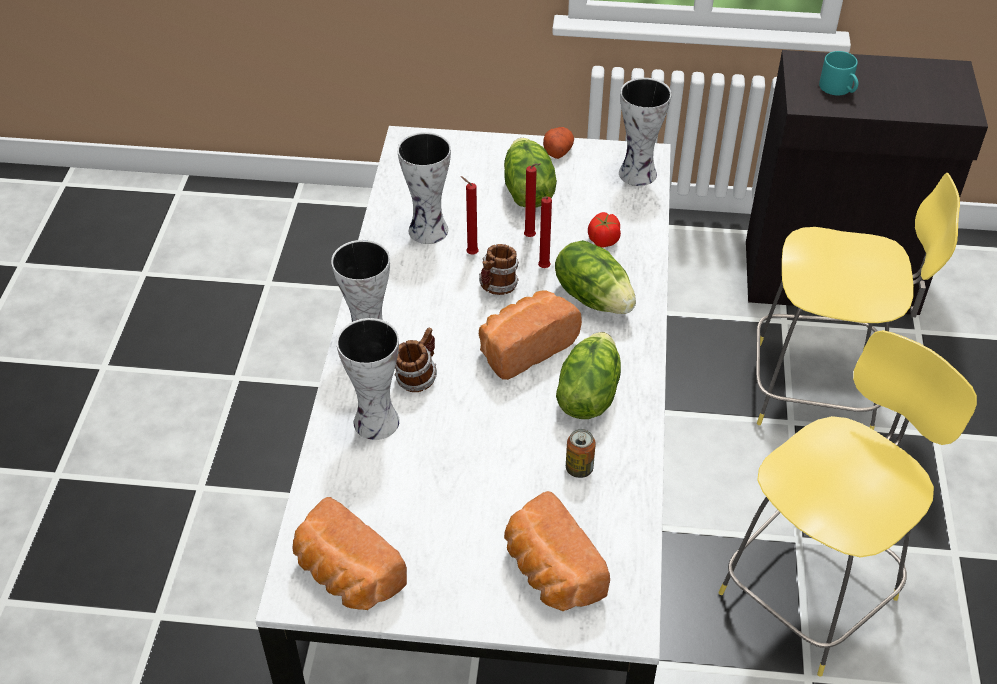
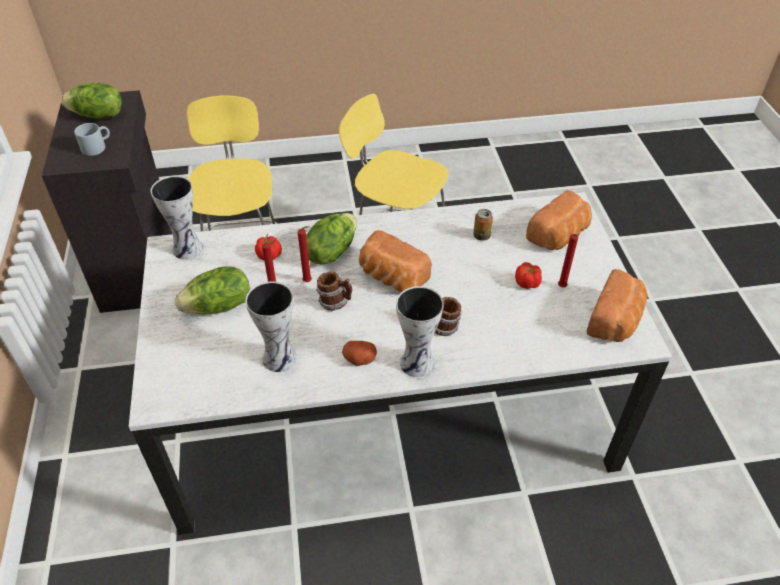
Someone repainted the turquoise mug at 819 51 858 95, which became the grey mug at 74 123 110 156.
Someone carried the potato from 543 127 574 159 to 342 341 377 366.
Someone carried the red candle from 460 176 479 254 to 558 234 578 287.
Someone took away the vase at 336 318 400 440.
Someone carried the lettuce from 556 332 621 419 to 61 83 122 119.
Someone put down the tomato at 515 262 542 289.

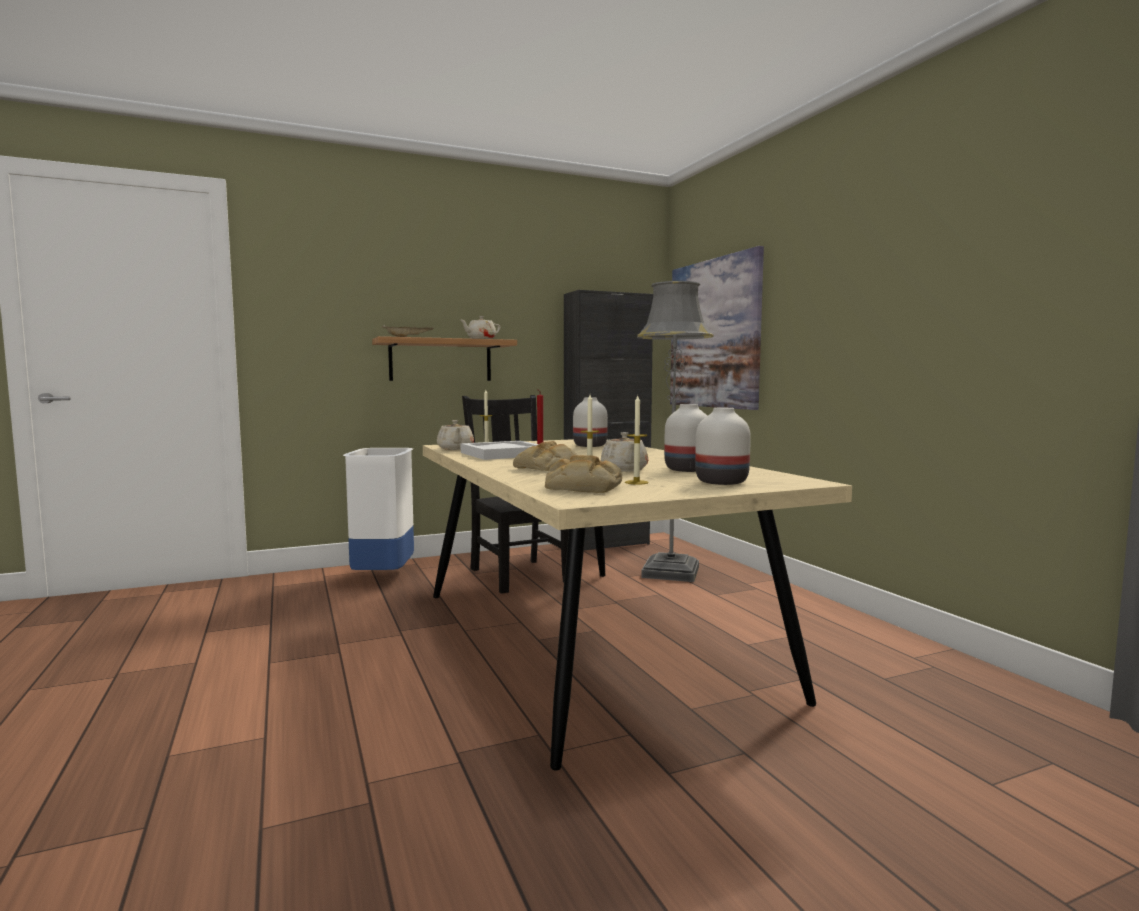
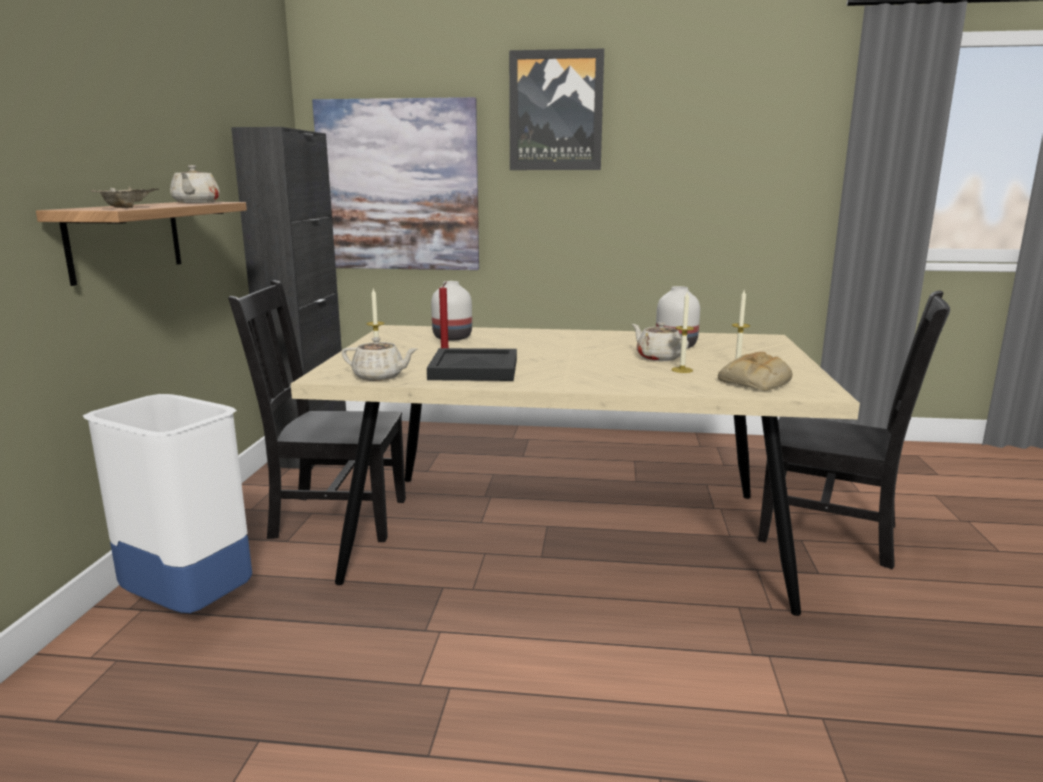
Someone took away the grey floor lamp at 637 281 713 582.
Someone took away the white vase at 695 408 751 485.
Someone rotated the beige teapot at 601 432 648 472 by 150 degrees counterclockwise.
Someone repainted the white tray at 461 441 538 460, which became the black tray at 427 348 517 381.
Someone took away the bread at 513 441 577 471.
Someone put up the picture at 509 49 604 170.
Someone put down the black chair at 758 291 950 569.

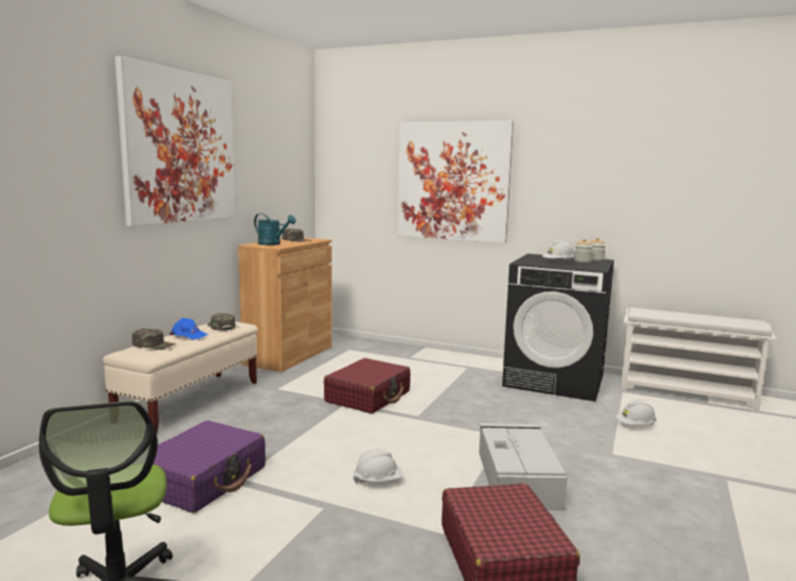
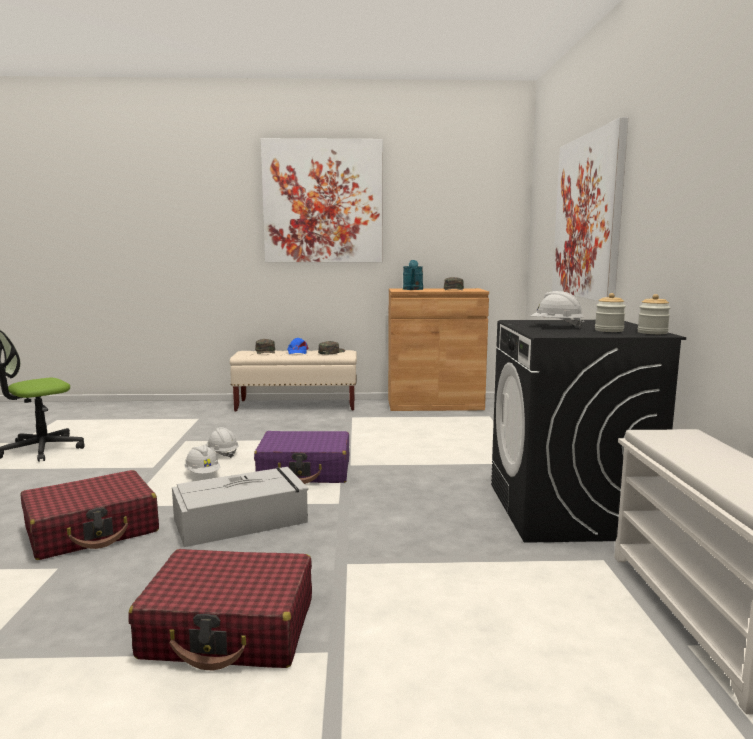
Someone carried the red suitcase from 324 358 410 414 to 128 549 312 670.
Someone carried the white hard hat from 616 400 657 425 to 206 427 239 458.
Someone carried the purple suitcase from 153 421 265 513 to 254 431 349 484.

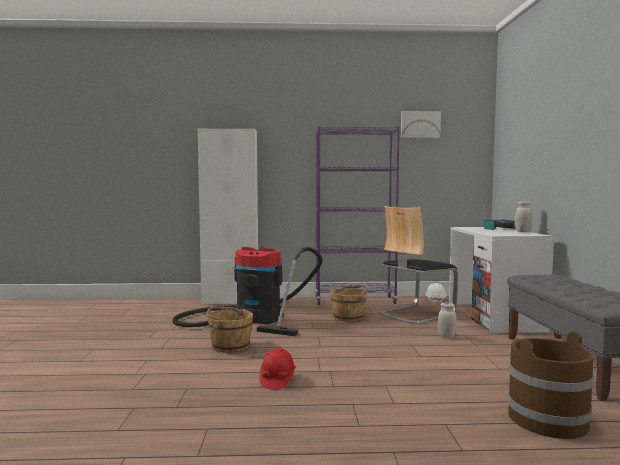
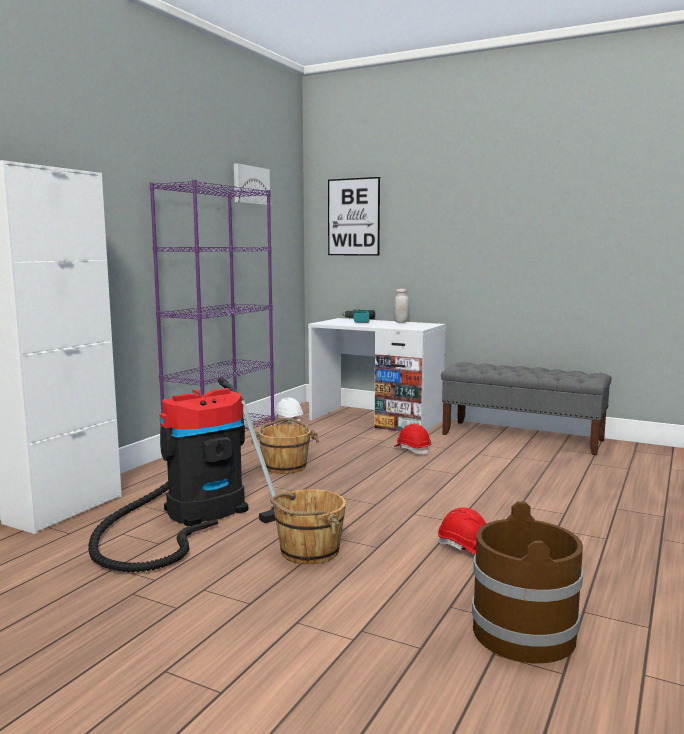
Someone took away the chair at 378 206 458 325.
Someone swapped the white jar at 438 303 457 338 for the red hard hat at 394 424 431 455.
Someone carried the brown bucket from 507 331 594 439 to 472 502 583 664.
Someone put up the picture at 328 177 380 256.

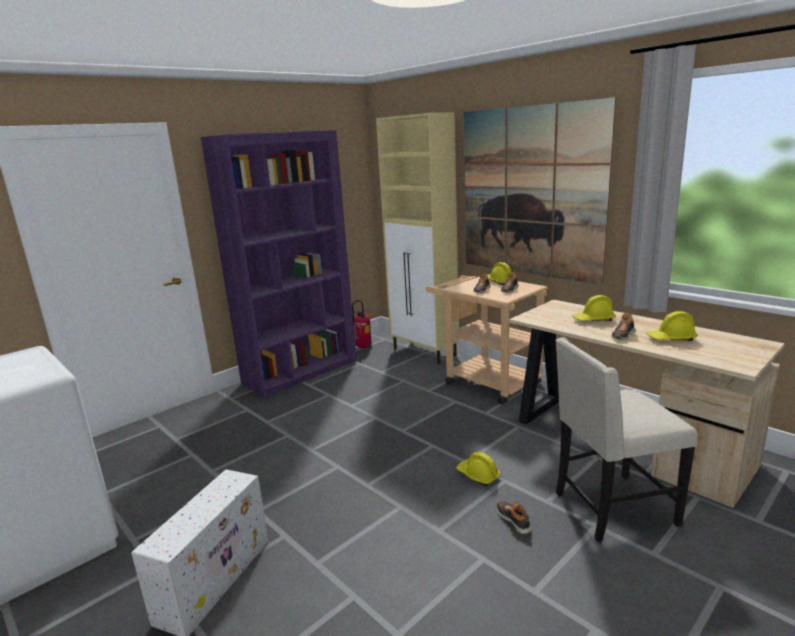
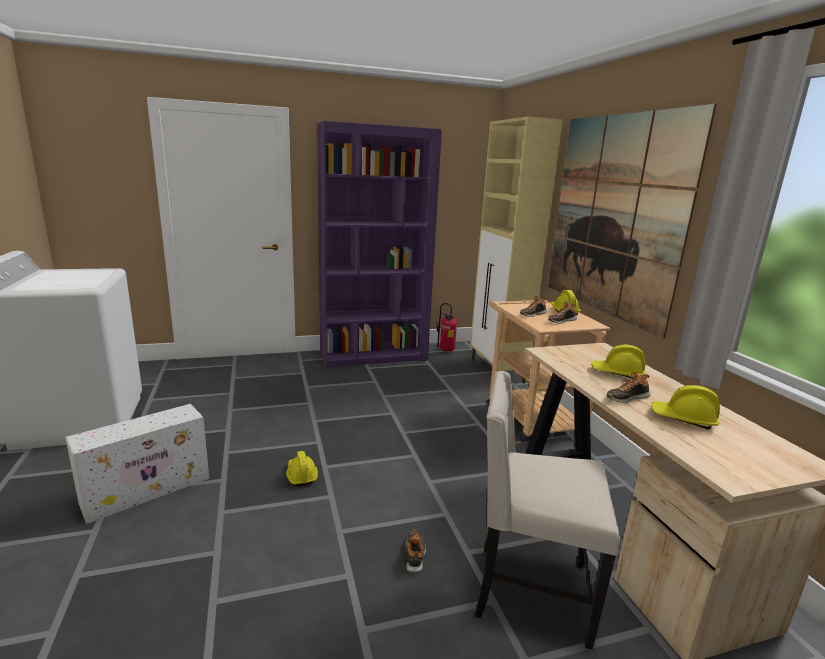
Someone carried the yellow hard hat from 456 452 500 486 to 286 451 318 486.

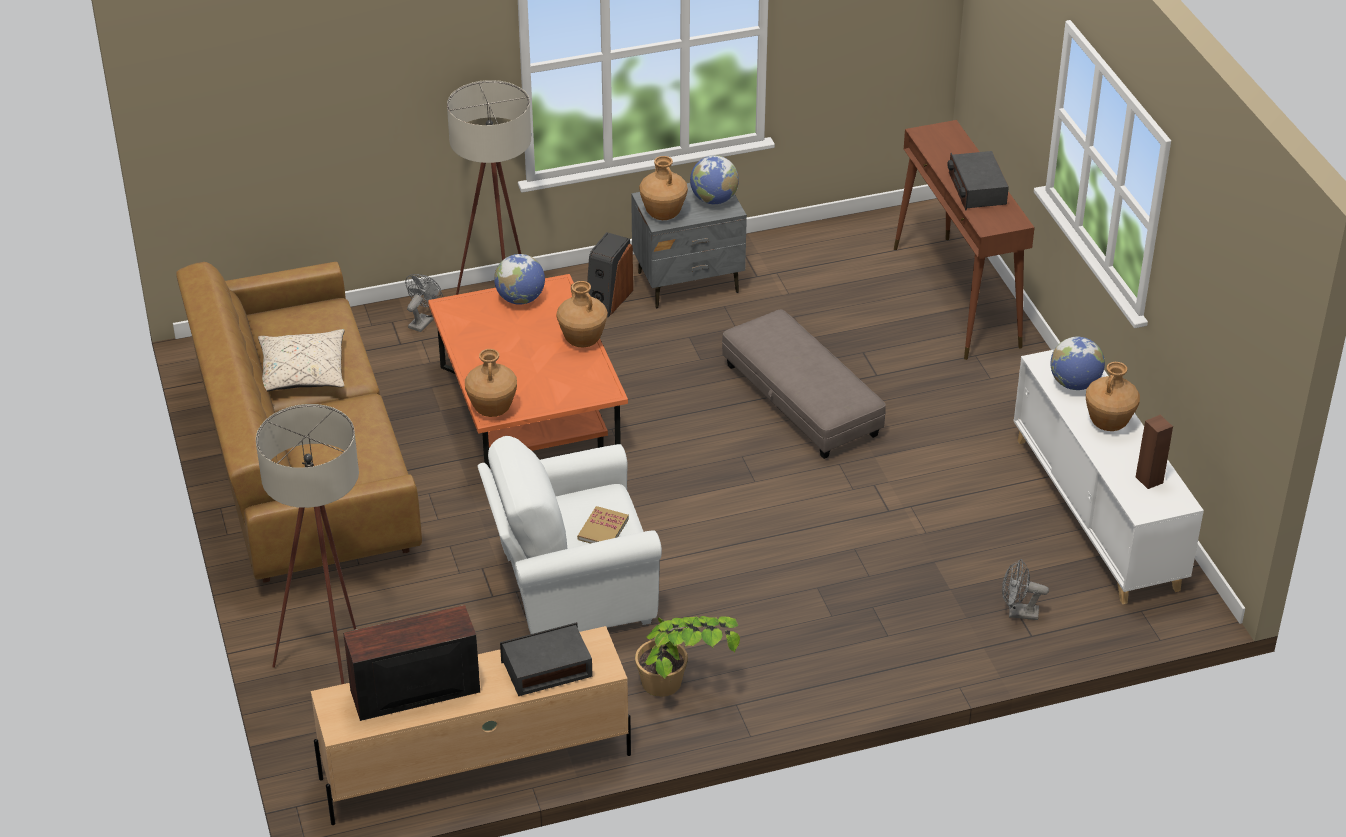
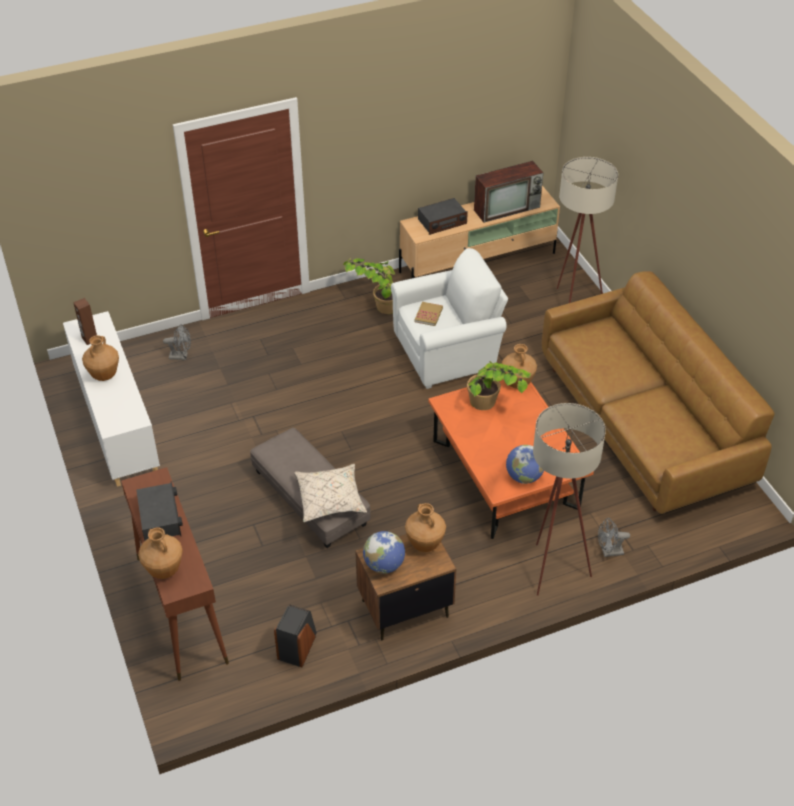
Someone repainted the grey nightstand at 631 183 747 308, which became the brown nightstand at 355 534 456 640.
Someone carried the speaker from 587 232 633 317 to 274 605 317 667.
Someone rotated the grey fan at 405 274 443 332 by 60 degrees clockwise.
Someone carried the brown vase from 556 281 608 348 to 138 527 183 579.
Someone carried the beige pillow from 258 329 345 392 to 294 464 367 522.
Someone took away the globe at 1051 337 1105 390.
Someone put down the potted plant at 467 361 531 410.

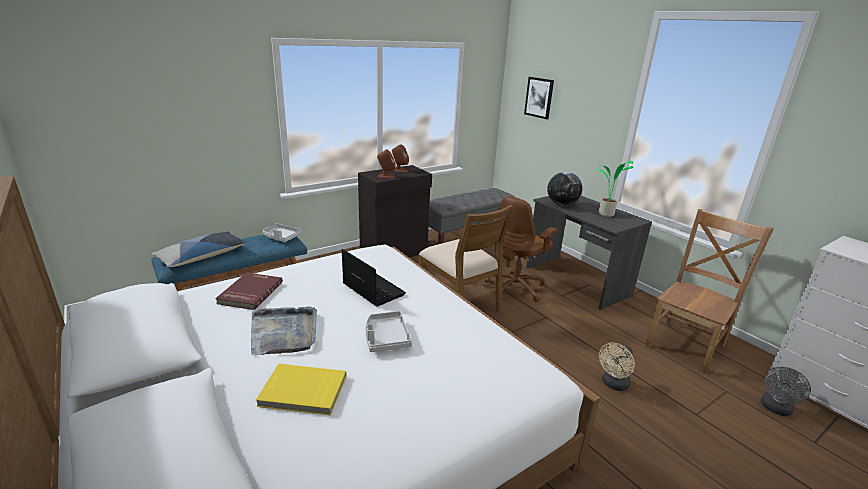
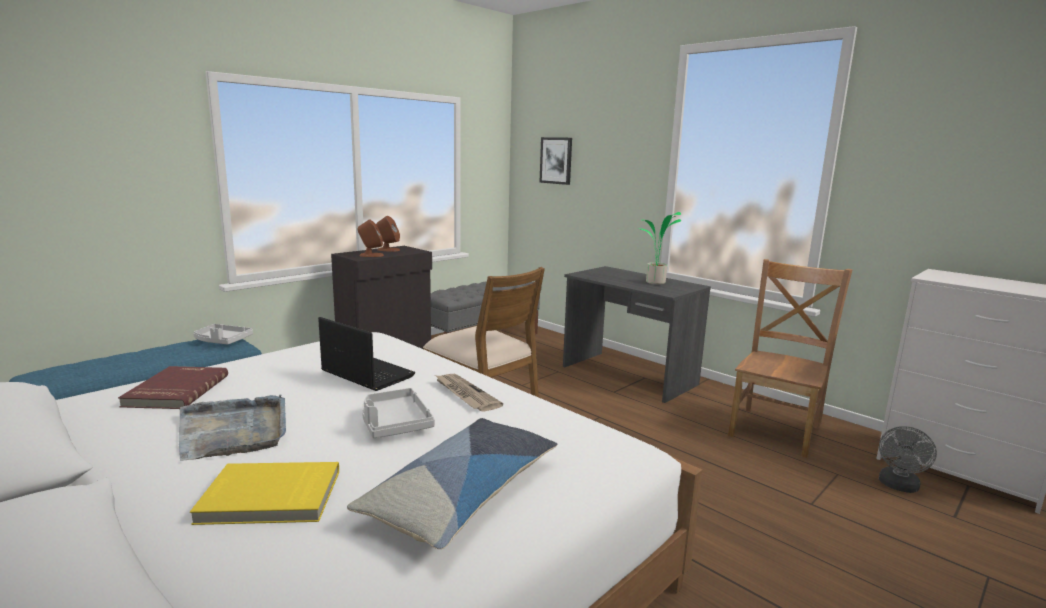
Someone took away the globe at 547 172 582 206.
Someone took away the brown office chair at 484 196 558 302.
Someone carried the pillow from 151 231 246 267 to 347 418 558 549.
Someone took away the beige fan at 599 343 635 391.
Someone put down the newspaper at 435 374 503 412.

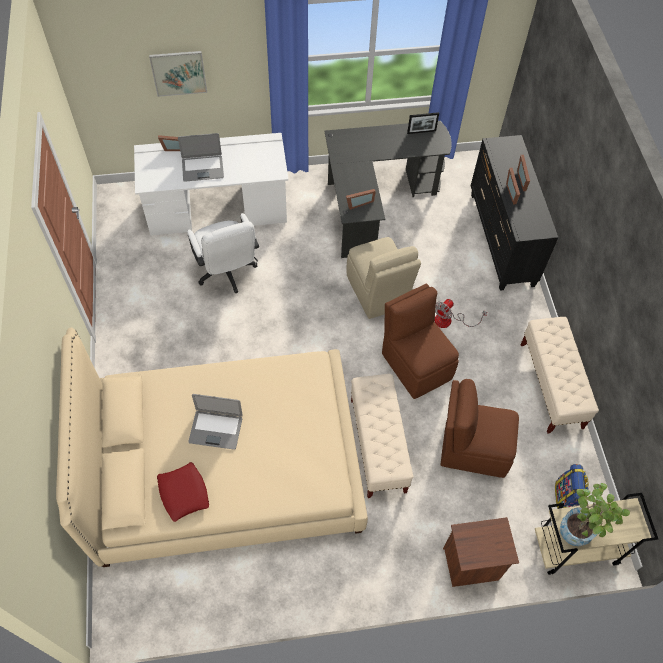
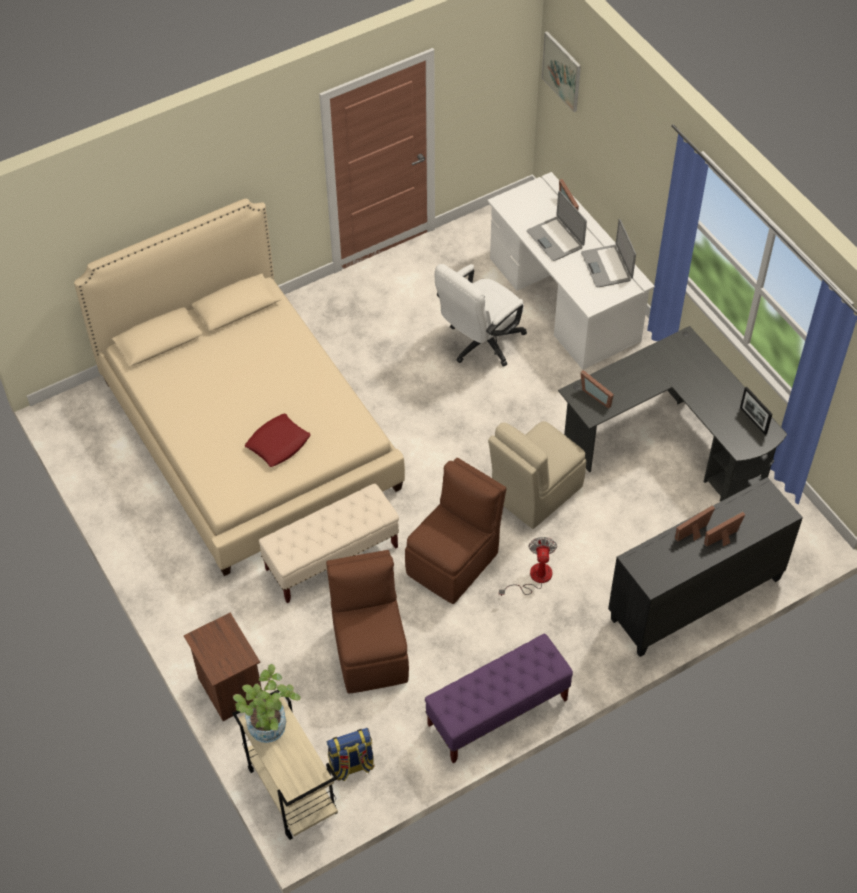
Someone carried the picture from 149 51 207 97 to 542 31 581 112.
Someone rotated the fan at 434 299 487 328 by 75 degrees clockwise.
Someone repainted the beige bench at 520 317 599 434, which became the purple bench at 425 634 573 763.
Someone carried the laptop from 188 394 243 450 to 581 219 636 287.
Someone carried the red pillow from 157 462 209 522 to 245 413 310 467.

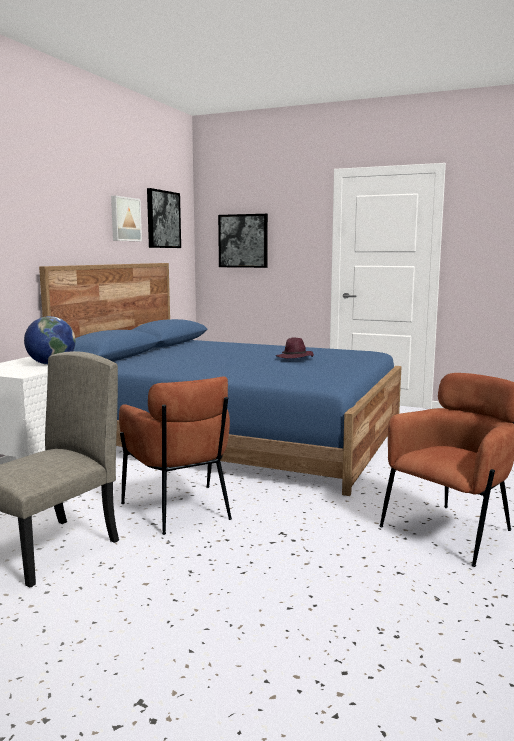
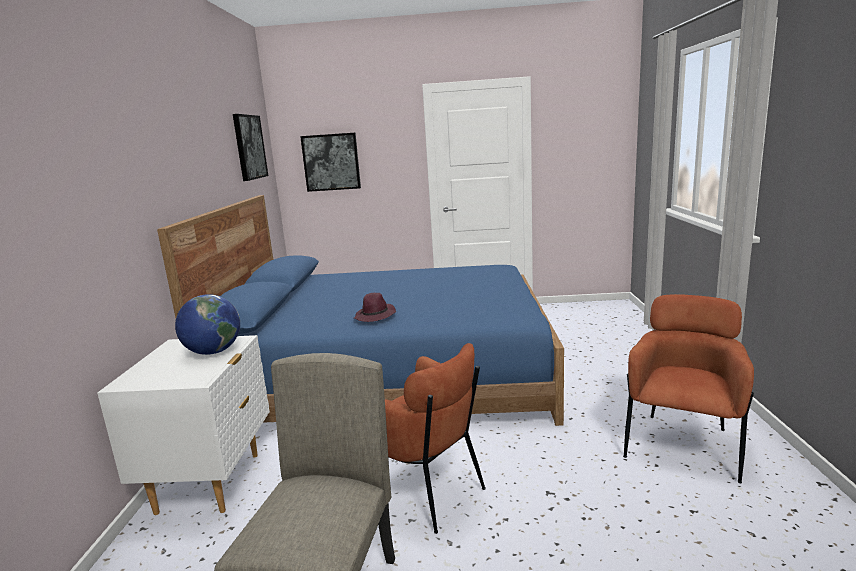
Someone took away the picture at 111 196 142 241.
Someone carried the purple hat from 276 337 314 358 to 354 293 397 322.

